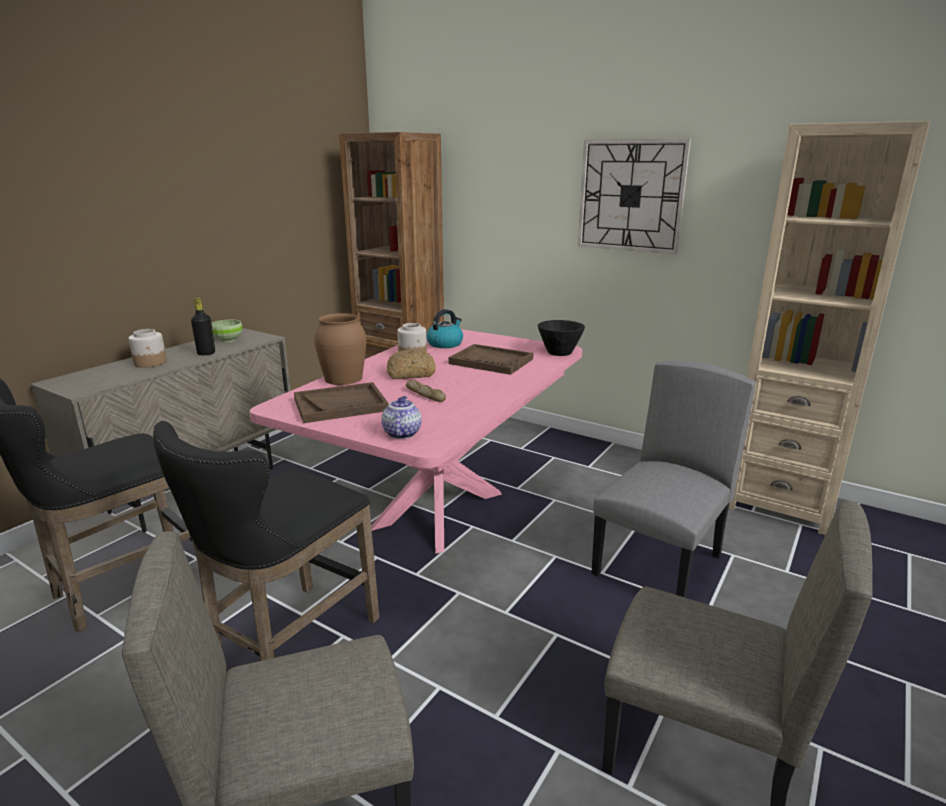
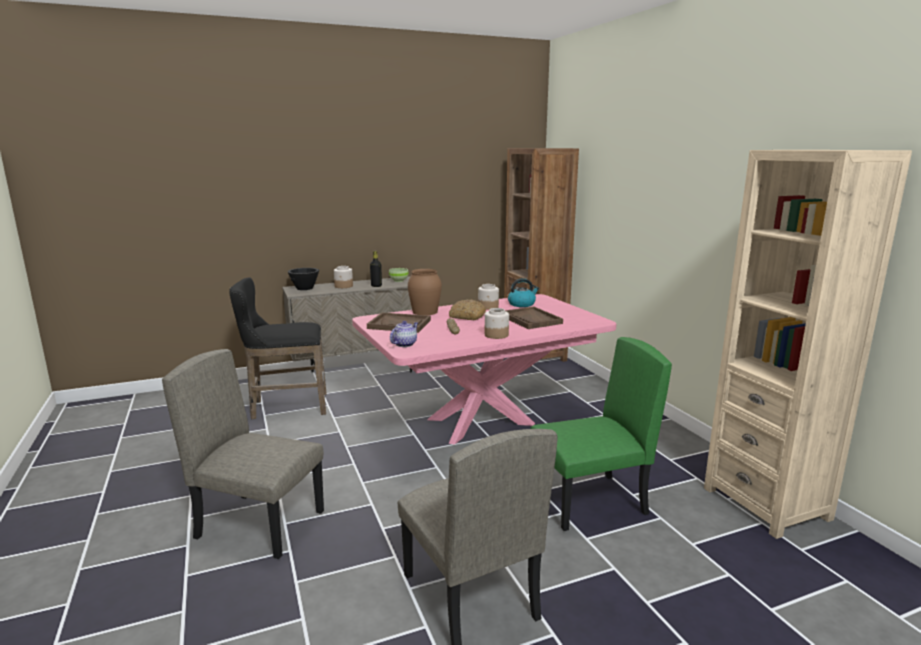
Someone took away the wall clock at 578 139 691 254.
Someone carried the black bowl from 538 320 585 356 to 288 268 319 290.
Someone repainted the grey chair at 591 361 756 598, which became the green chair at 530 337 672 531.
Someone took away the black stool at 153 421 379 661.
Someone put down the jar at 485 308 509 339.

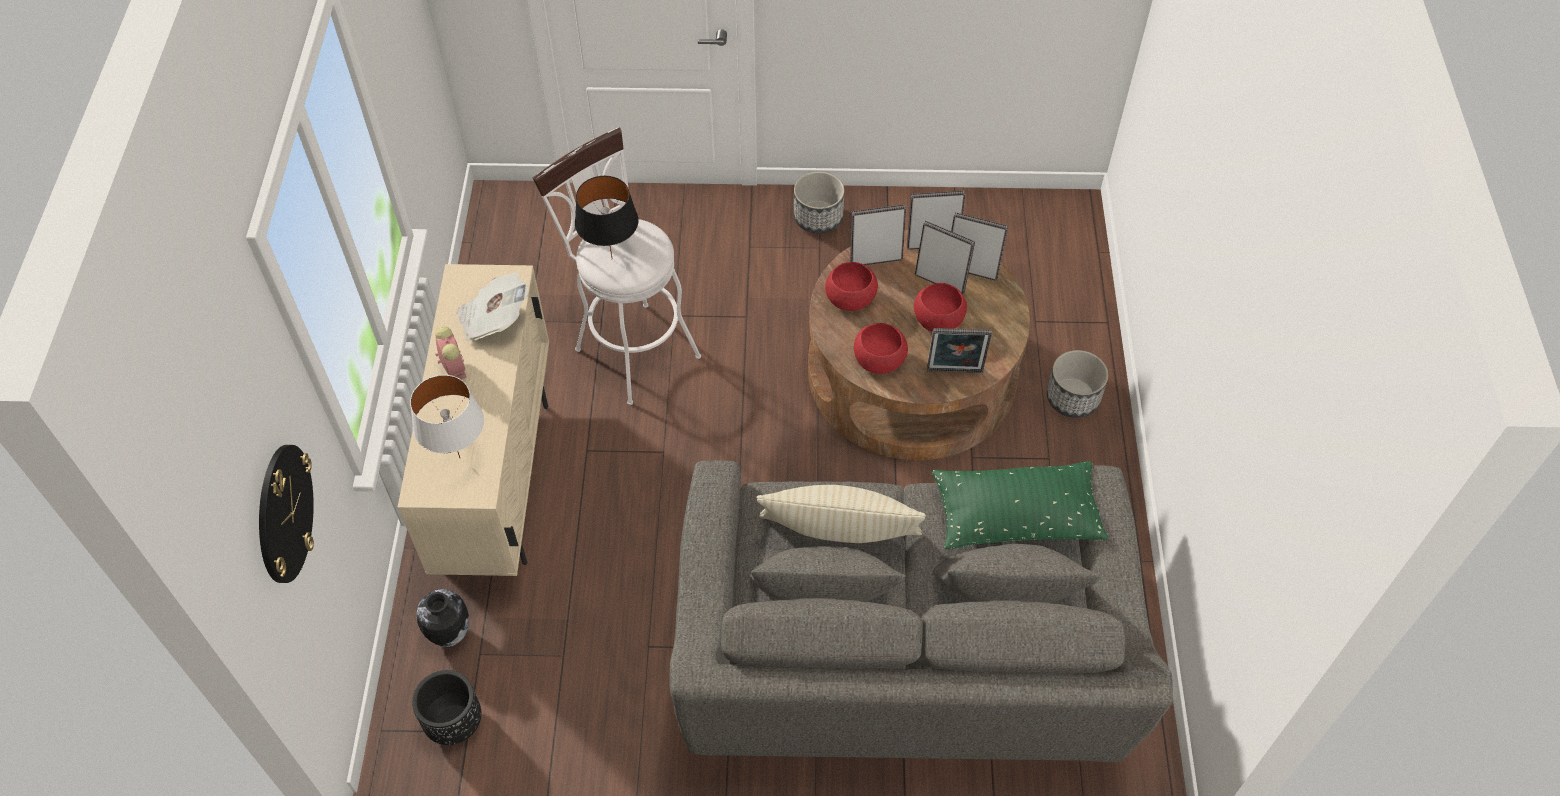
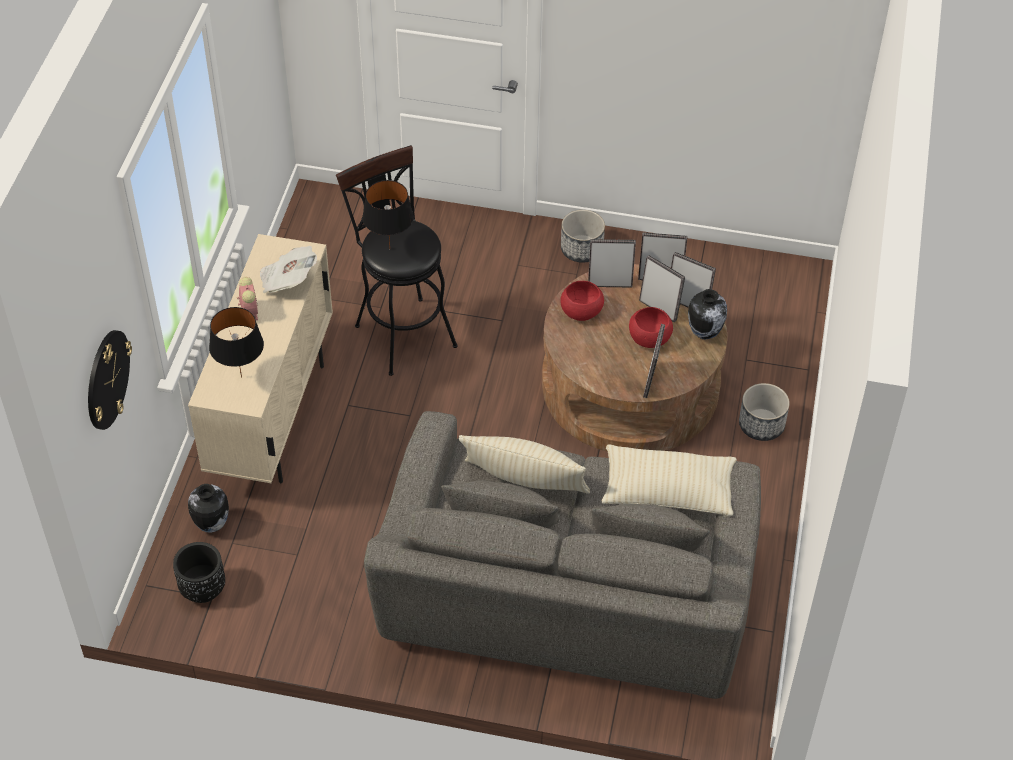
Someone repainted the white stool at 533 127 701 405, which became the black stool at 336 145 458 376.
Someone took away the red bowl at 854 323 908 374.
Someone rotated the picture frame at 927 328 992 373 by 90 degrees counterclockwise.
Someone repainted the white table lamp at 410 375 484 458, which became the black table lamp at 209 307 264 378.
Someone repainted the green pillow at 931 462 1108 549, which became the beige pillow at 602 444 737 516.
Someone put down the vase at 688 289 727 339.

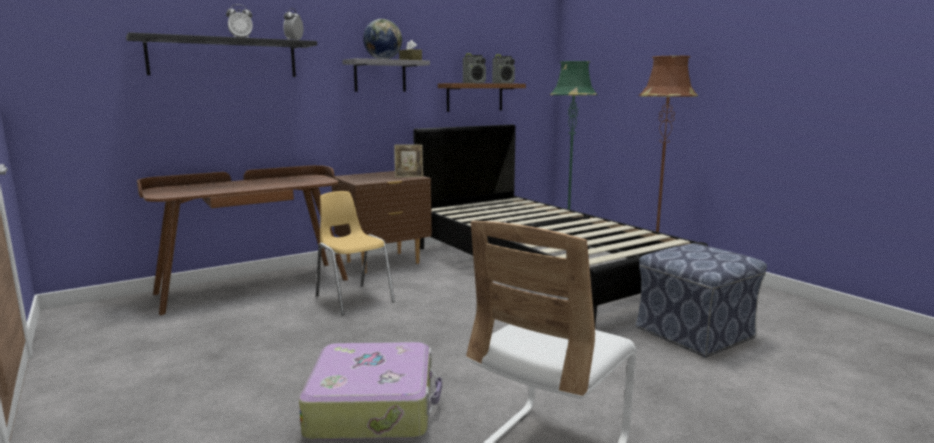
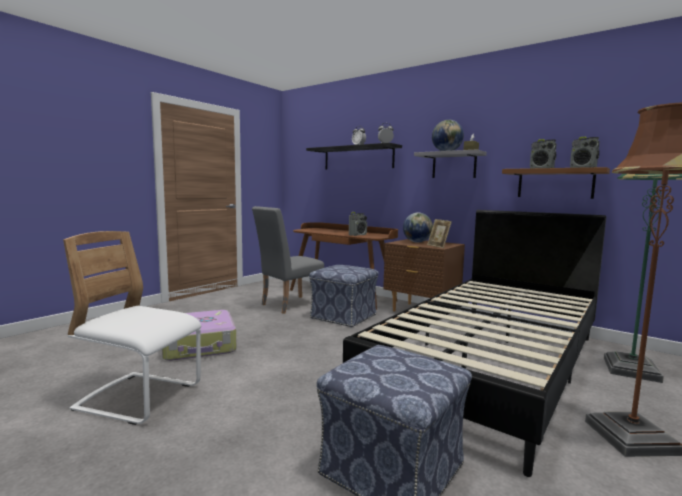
Someone swapped the yellow chair at 316 191 395 316 for the ottoman at 309 265 379 328.
Someone put down the grey chair at 252 206 324 314.
Someone put down the radio at 349 212 367 236.
Someone put down the globe at 403 213 433 243.

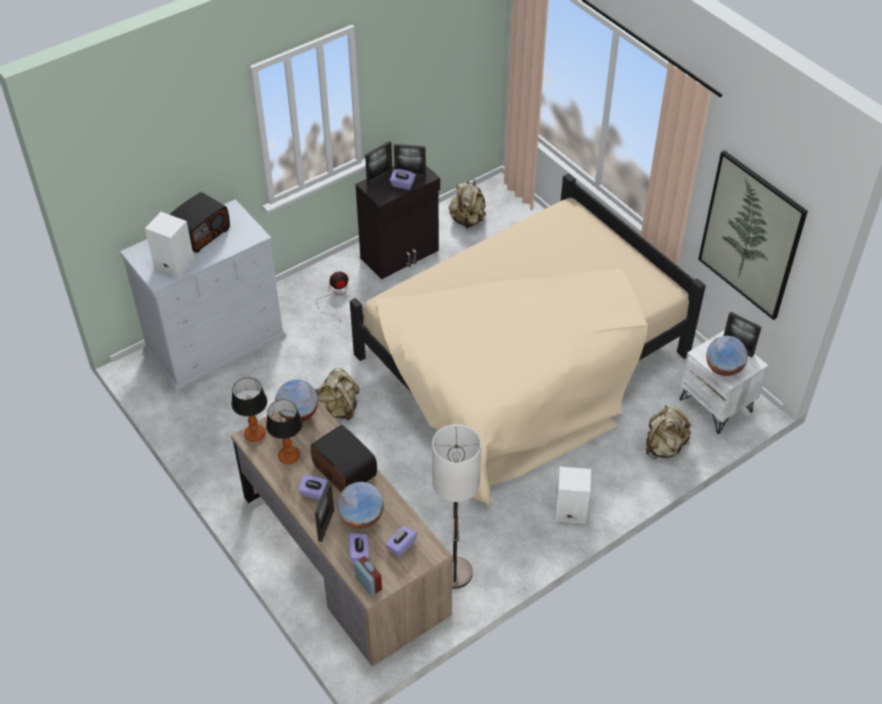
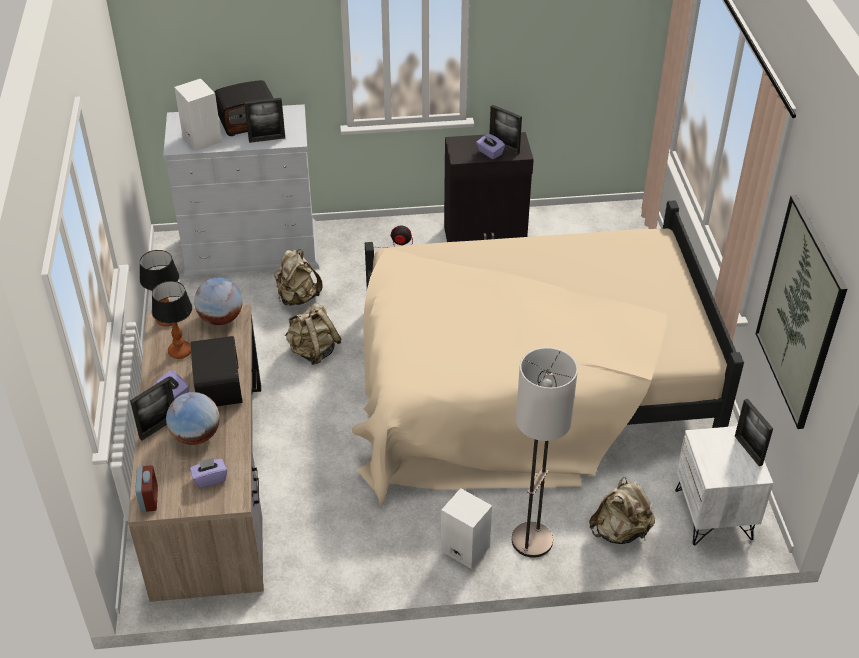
Someone carried the picture frame from 365 141 392 186 to 244 98 285 143.
Someone carried the beige backpack from 449 179 486 229 to 274 249 322 306.
Someone took away the globe at 706 336 748 376.
Someone carried the floor lamp from 432 424 481 588 to 512 347 578 558.
Someone took away the purple tissue box at 349 533 369 564.

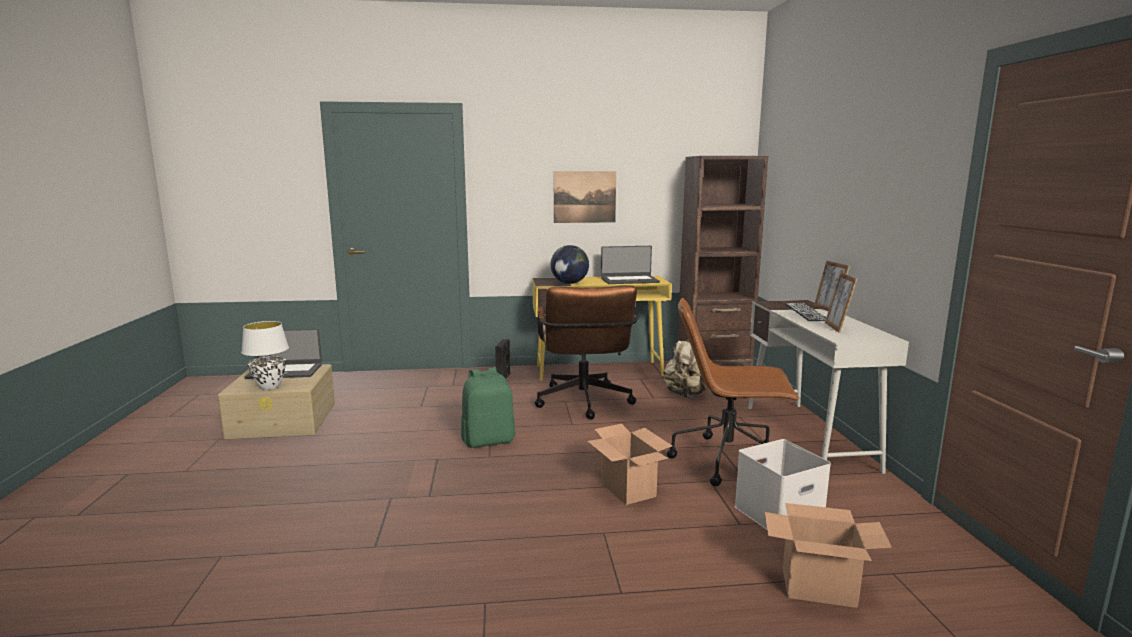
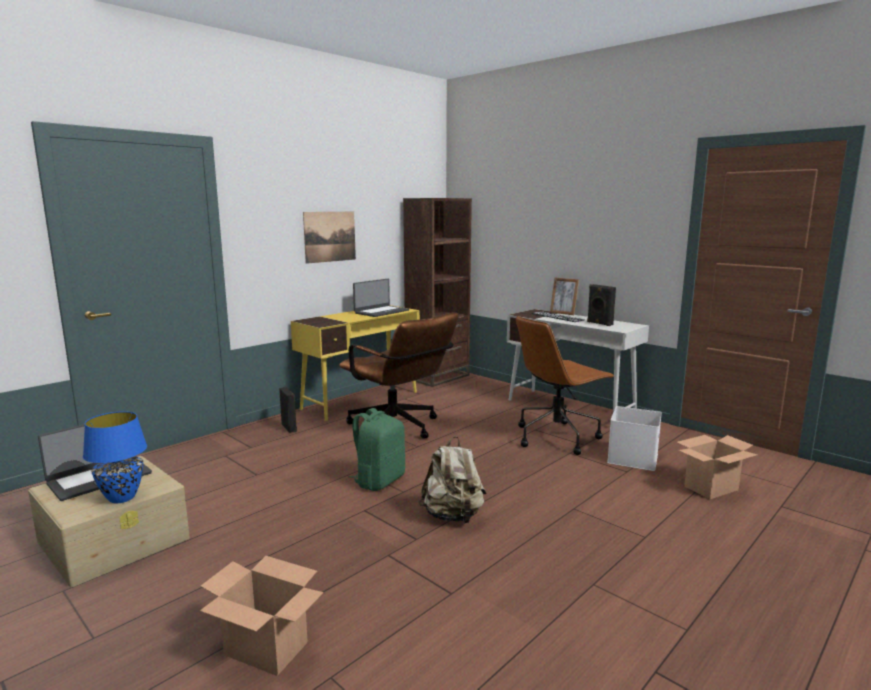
Someone took away the globe at 551 245 589 284.
Someone swapped the picture frame at 825 272 857 333 for the black speaker at 587 284 616 326.
Someone repainted the white table lamp at 241 321 289 390, which became the blue table lamp at 83 411 147 503.
Someone carried the beige backpack from 664 339 707 397 to 418 436 486 524.
Someone carried the cardboard box from 587 424 672 505 to 200 556 323 676.

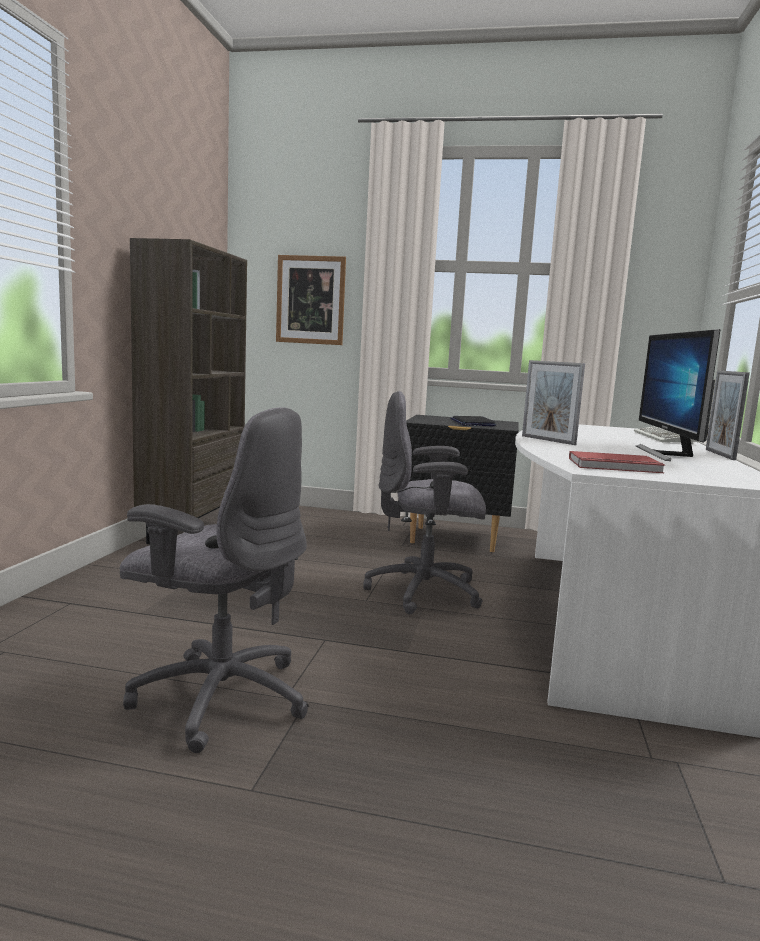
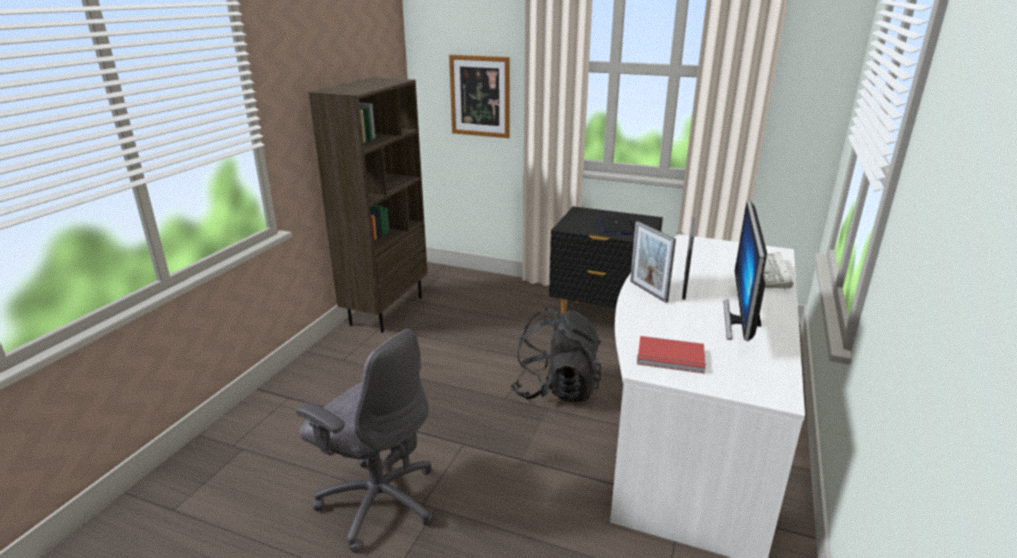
Someone carried the picture frame from 706 370 750 460 to 682 217 695 300.
Someone swapped the grey office chair at 363 391 486 614 for the black backpack at 510 307 601 403.

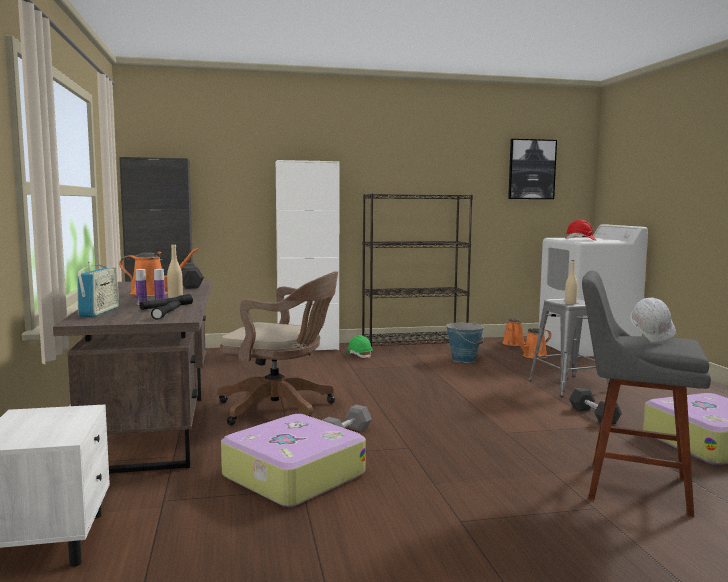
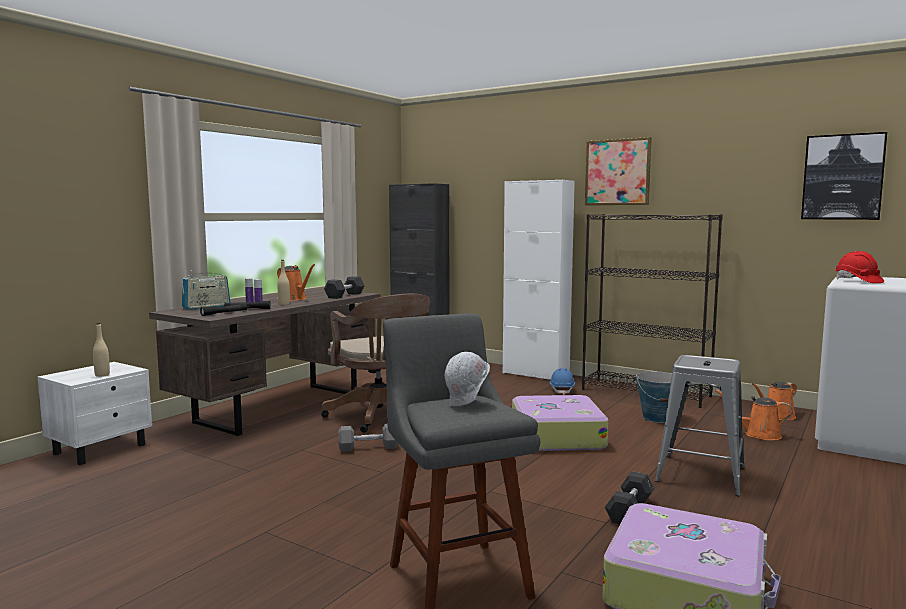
Someone carried the beige bottle from 565 260 578 304 to 93 323 110 377.
Someone repainted the green hard hat at 345 335 373 358, which became the blue hard hat at 550 368 575 395.
Someone carried the suitcase from 221 414 366 507 to 512 395 608 451.
Someone put up the picture at 585 137 652 205.

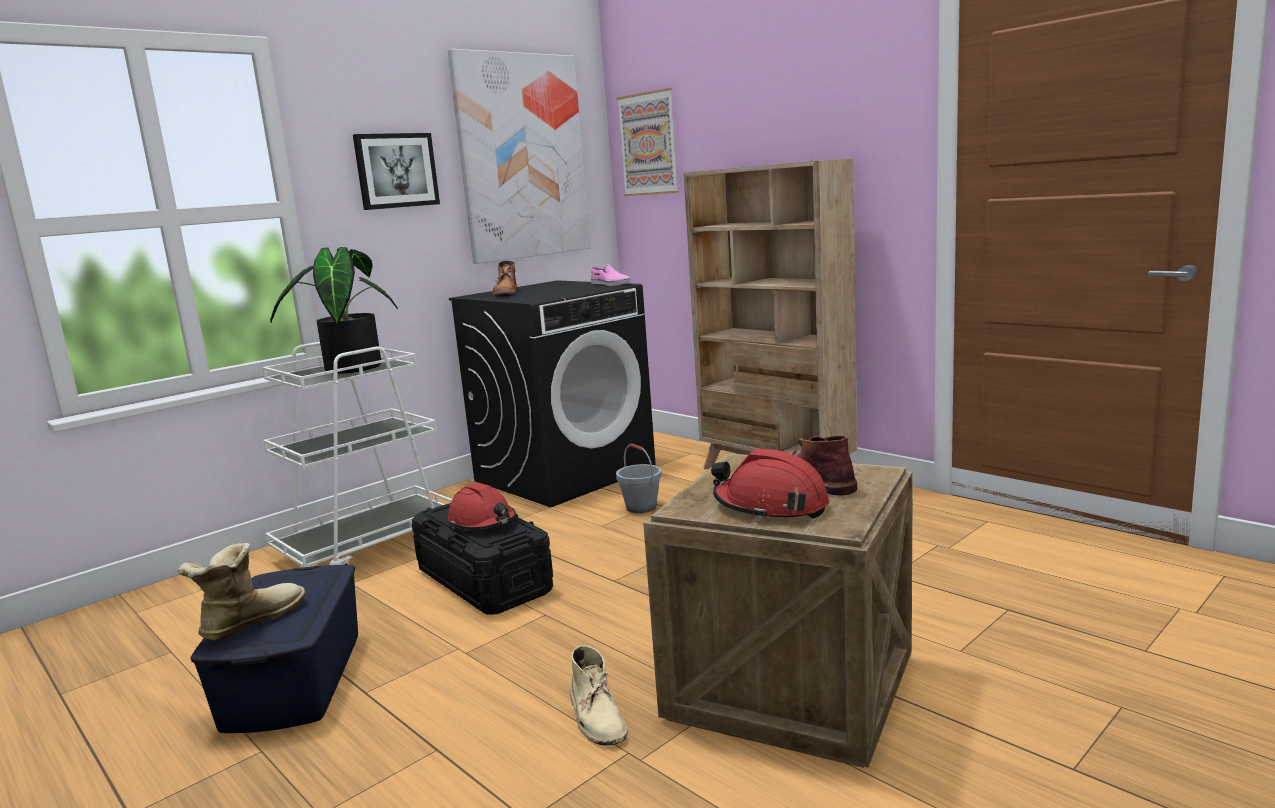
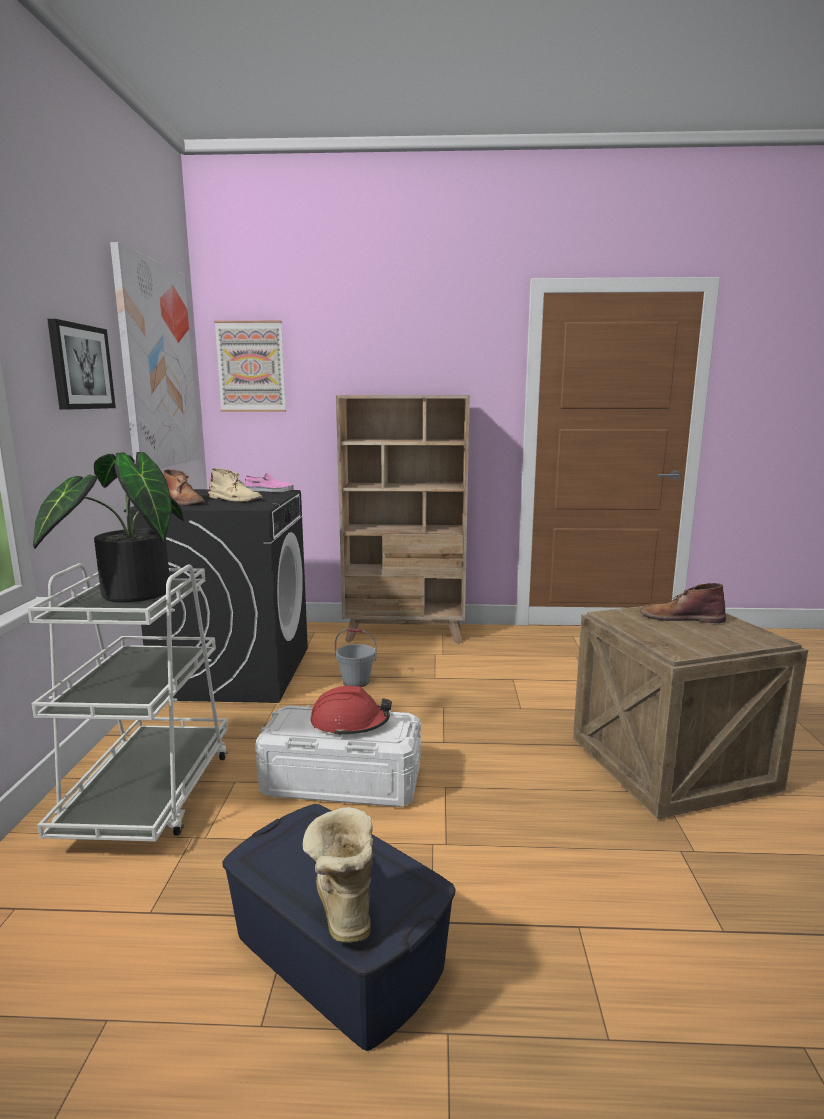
Someone took away the red hard hat at 711 449 829 520.
Someone repainted the black storage box at 411 503 553 614, which became the white storage box at 255 705 421 807.
Someone carried the beige boot from 570 645 628 746 to 208 468 262 502.

